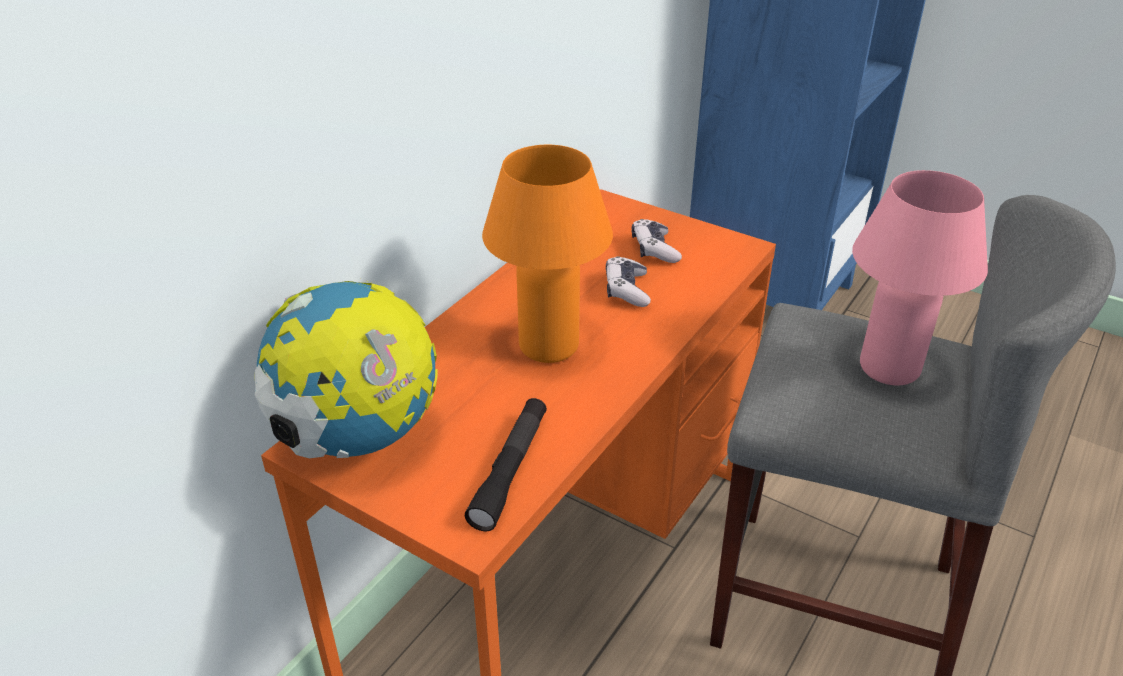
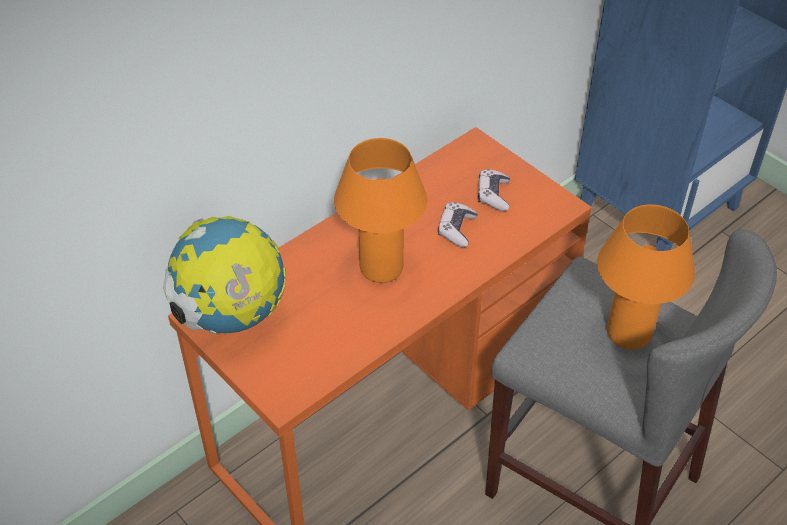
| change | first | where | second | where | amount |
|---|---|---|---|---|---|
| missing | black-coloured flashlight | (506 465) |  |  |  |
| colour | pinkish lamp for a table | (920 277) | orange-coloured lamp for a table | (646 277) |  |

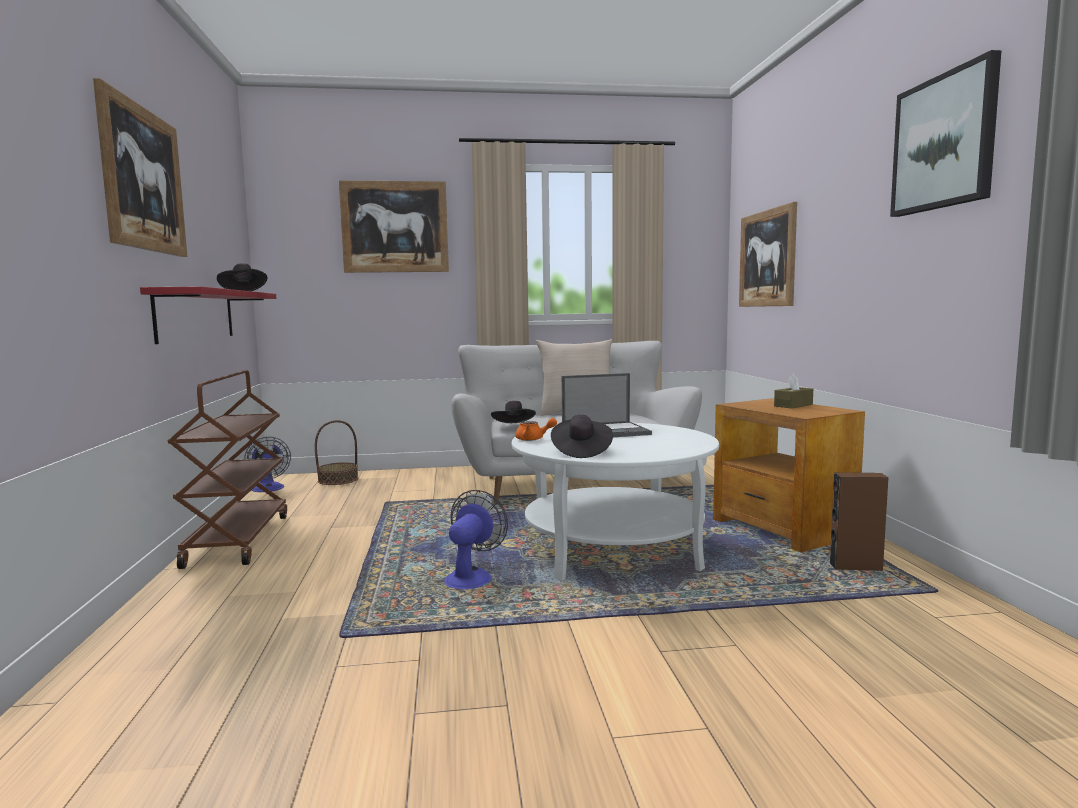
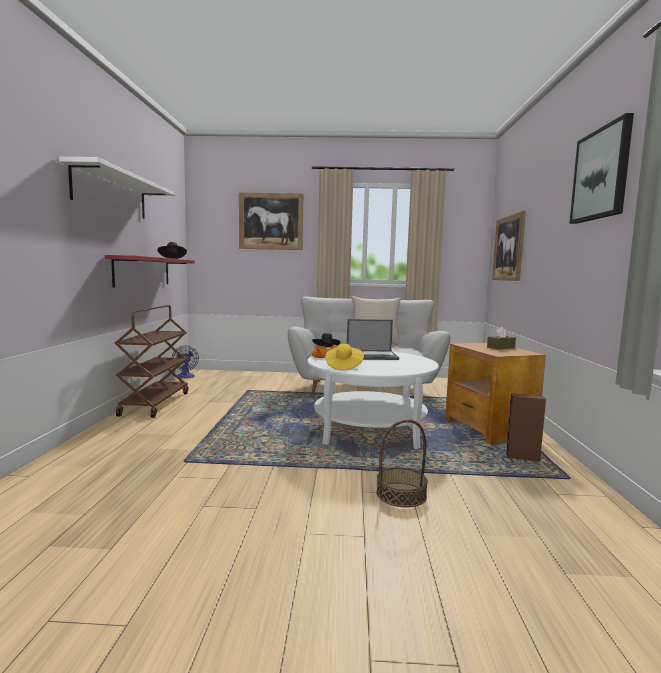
| change | first | where | second | where | amount |
|---|---|---|---|---|---|
| missing | cooling fan | (476 539) |  |  |  |
| relocated | household basket | (336 452) |  | (402 463) |  |
| exchanged | picture | (140 167) | white shelf | (117 188) |  |
| colour | black-coloured wearable hat | (582 436) | yellow wearable hat | (344 357) |  |

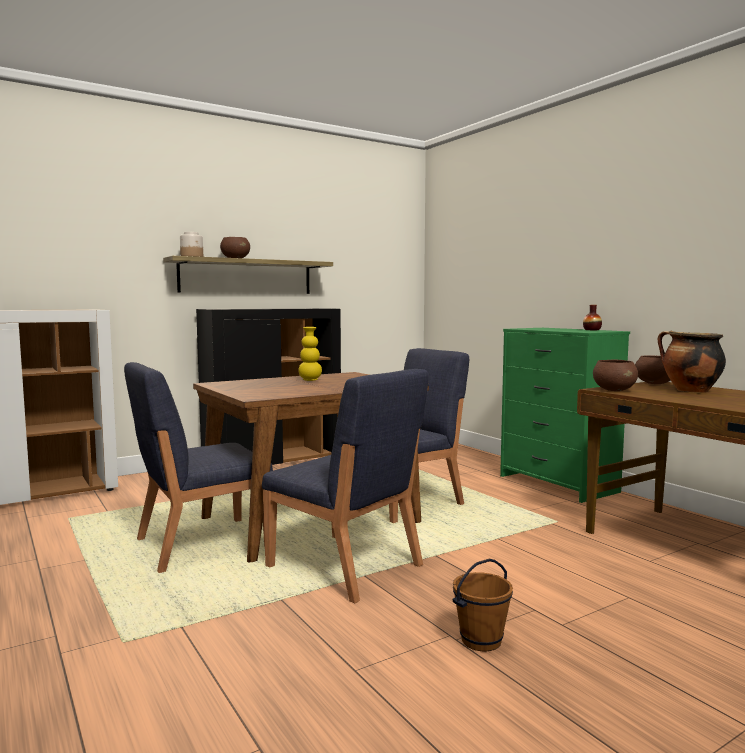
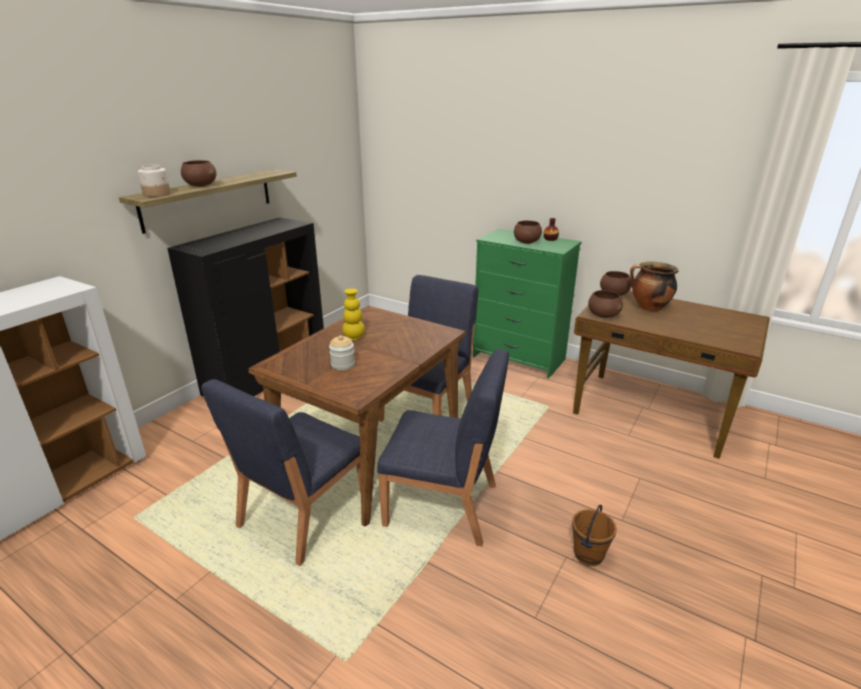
| change | first | where | second | where | amount |
|---|---|---|---|---|---|
| appeared |  |  | jar | (342 352) |  |
| appeared |  |  | brownish bowl | (528 232) |  |

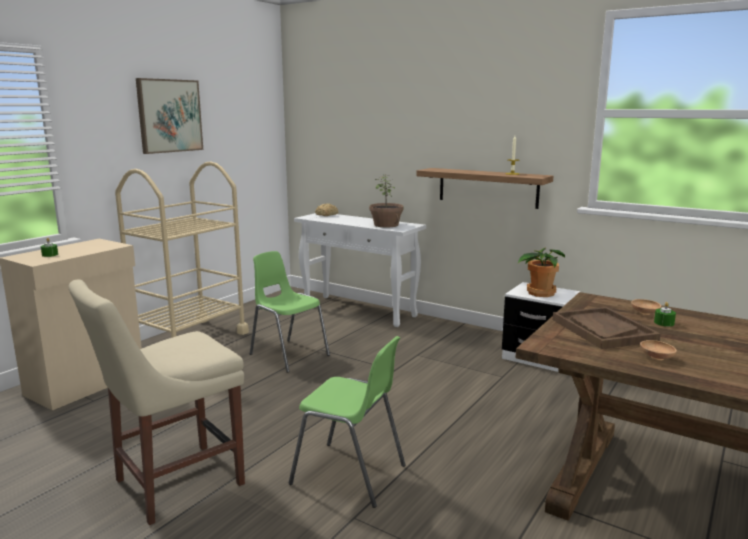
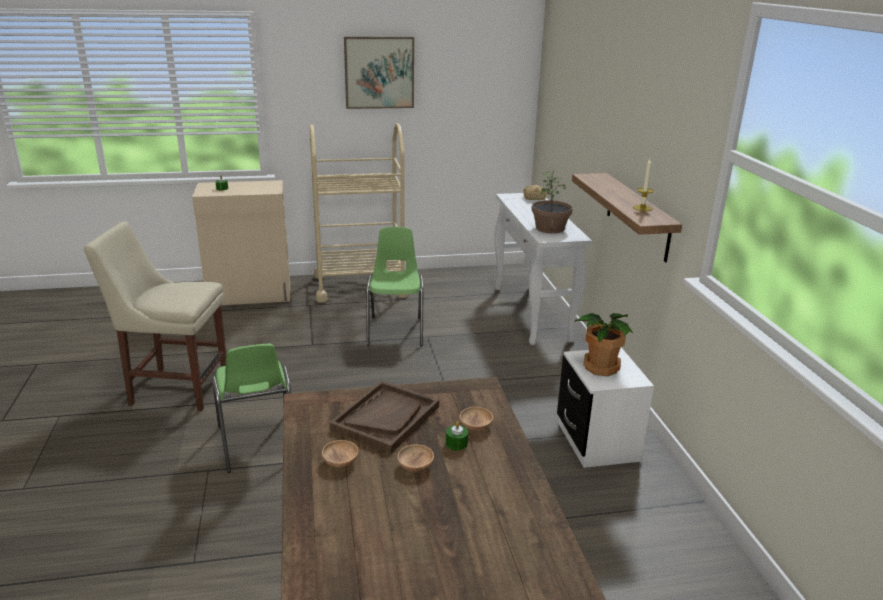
| change | first | where | second | where | amount |
|---|---|---|---|---|---|
| appeared |  |  | brownish bowl | (416 457) |  |

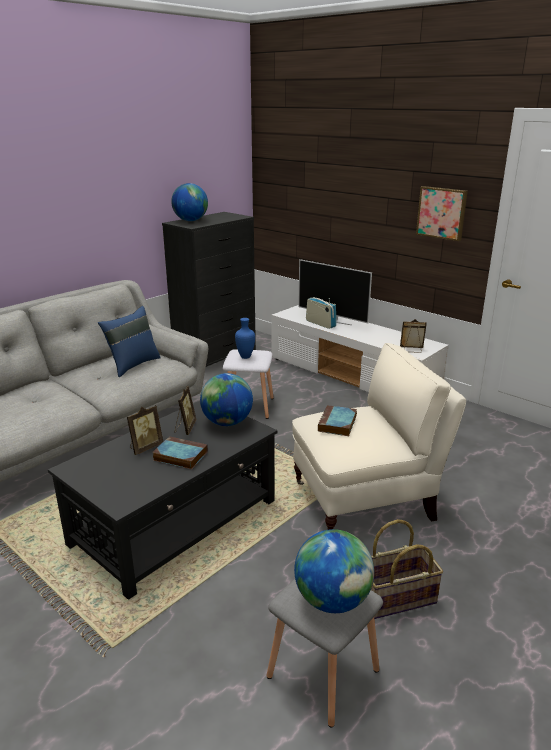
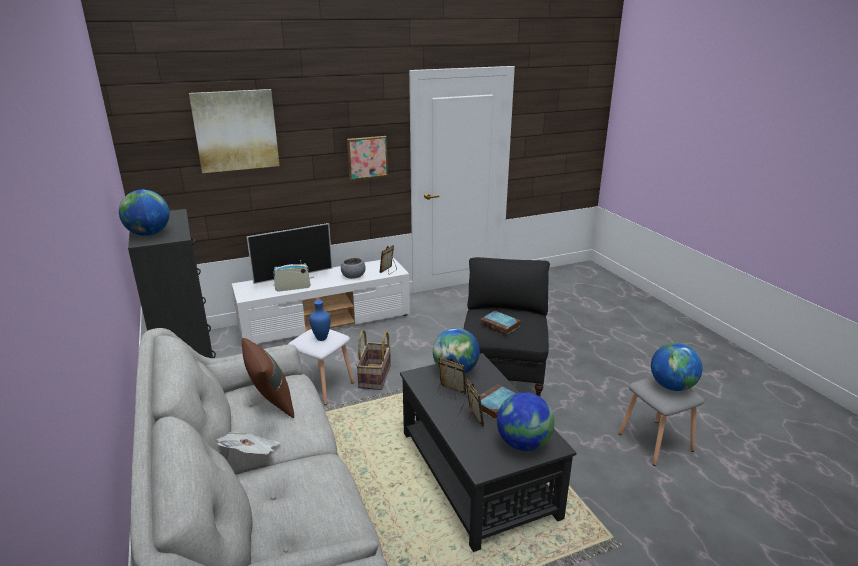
| change | first | where | second | where | amount |
|---|---|---|---|---|---|
| appeared |  |  | picture | (234 131) |  |
| appeared |  |  | newspaper | (248 443) |  |
| appeared |  |  | greyish bowl | (353 268) |  |
| appeared |  |  | world globe | (526 421) |  |
| relocated | household basket | (407 569) |  | (373 360) |  |
| colour | bluish cushion | (129 341) | brownish cushion | (268 378) |  |
| colour | sand-coloured easy chair | (379 436) | black-coloured easy chair | (507 327) |  |

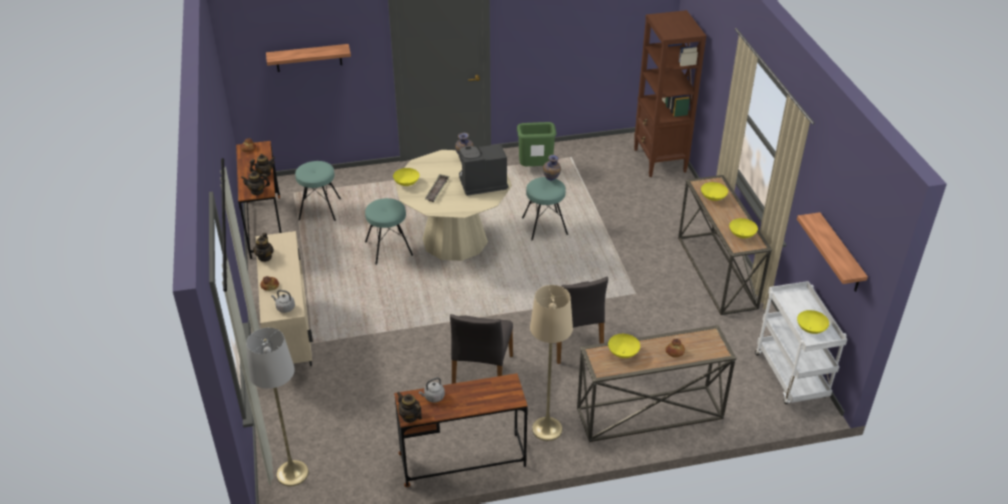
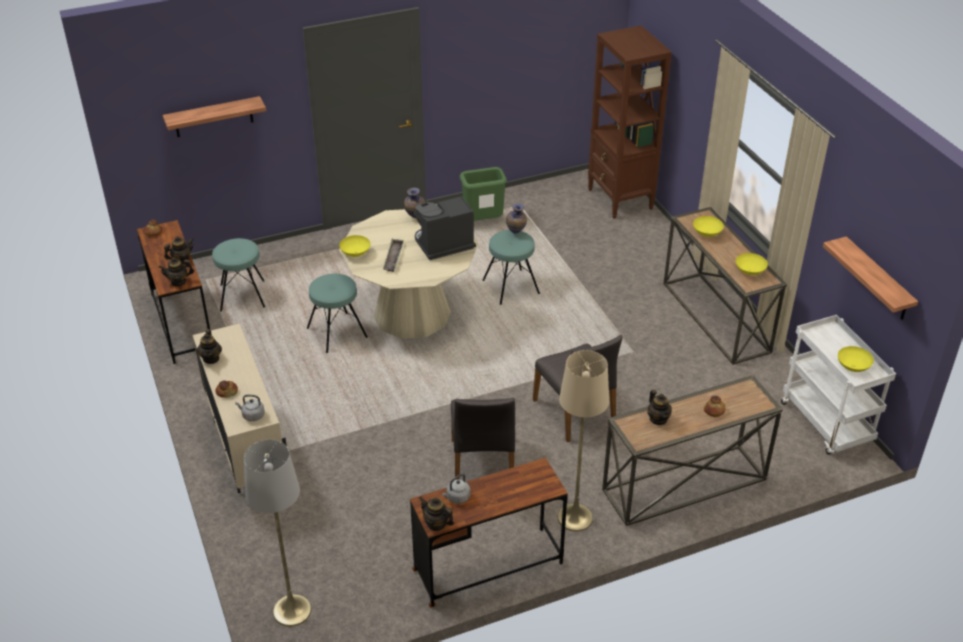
| change | first | where | second | where | amount |
|---|---|---|---|---|---|
| exchanged | yellow bowl | (624 346) | pot for tea | (659 407) |  |

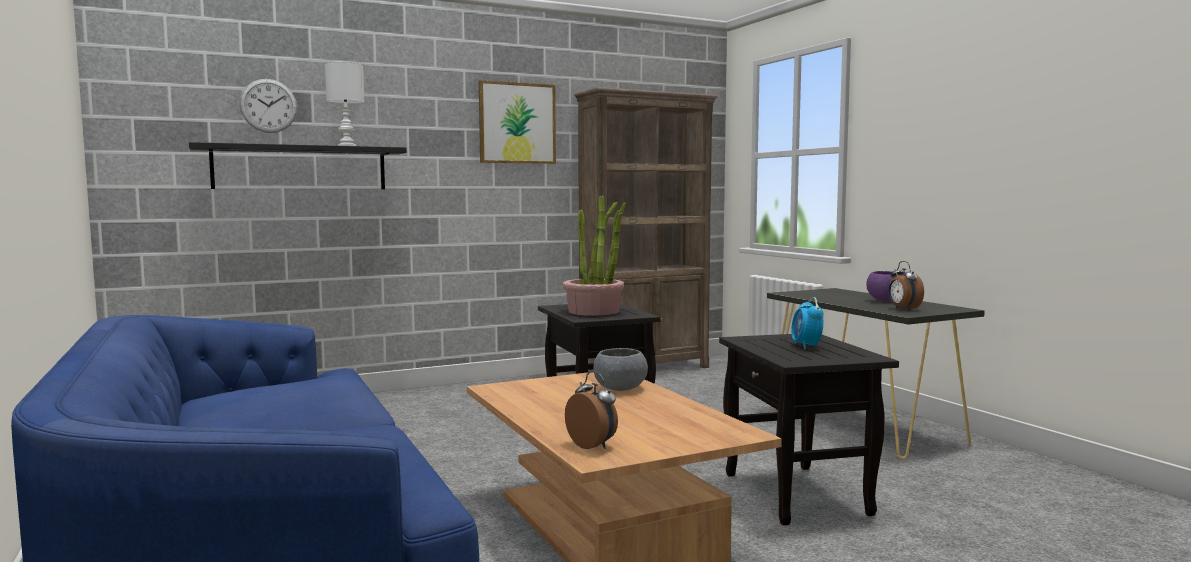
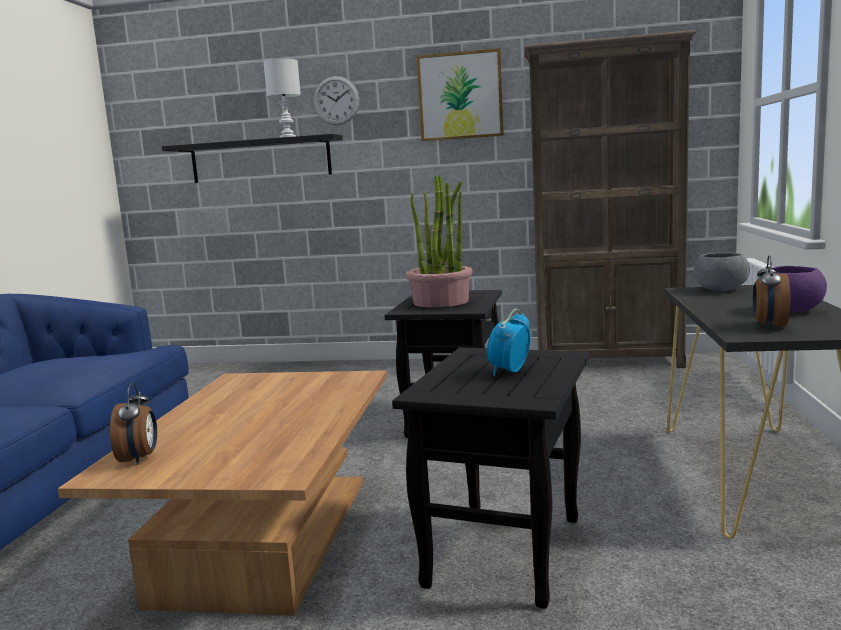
| change | first | where | second | where | amount |
|---|---|---|---|---|---|
| relocated | hanging clock | (268 106) |  | (336 100) |  |
| relocated | greyish bowl | (620 369) |  | (722 271) |  |

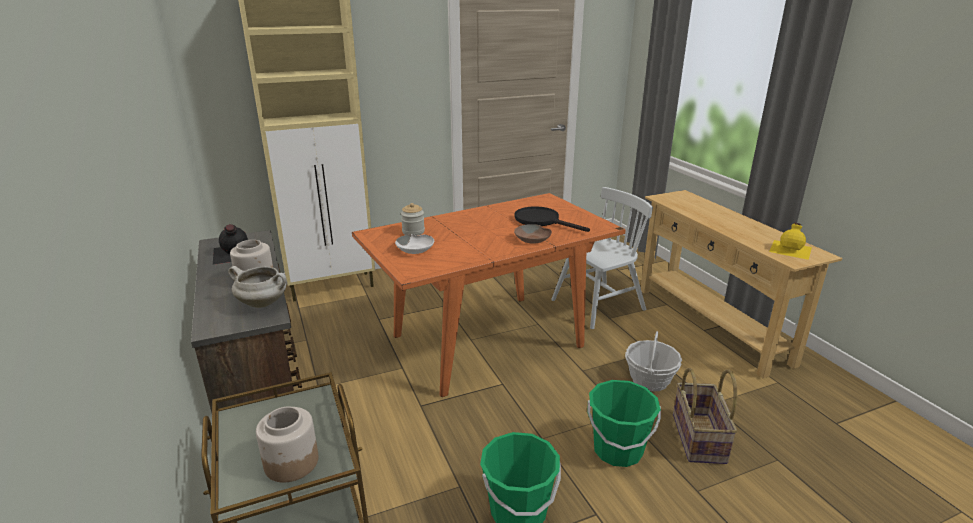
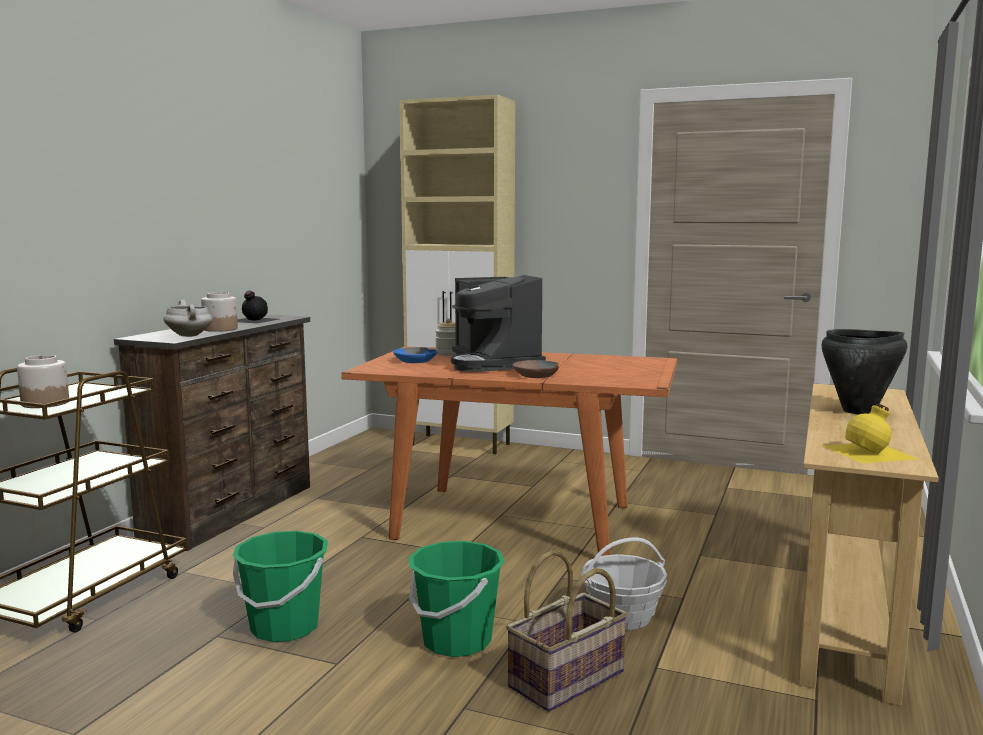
| change | first | where | second | where | amount |
|---|---|---|---|---|---|
| missing | black-coloured skillet | (552 219) |  |  |  |
| missing | white chair | (602 258) |  |  |  |
| appeared |  |  | coffee brewer | (498 323) |  |
| appeared |  |  | black-coloured cooking pot | (864 371) |  |
| colour | white bowl | (414 244) | bluish bowl | (415 355) |  |

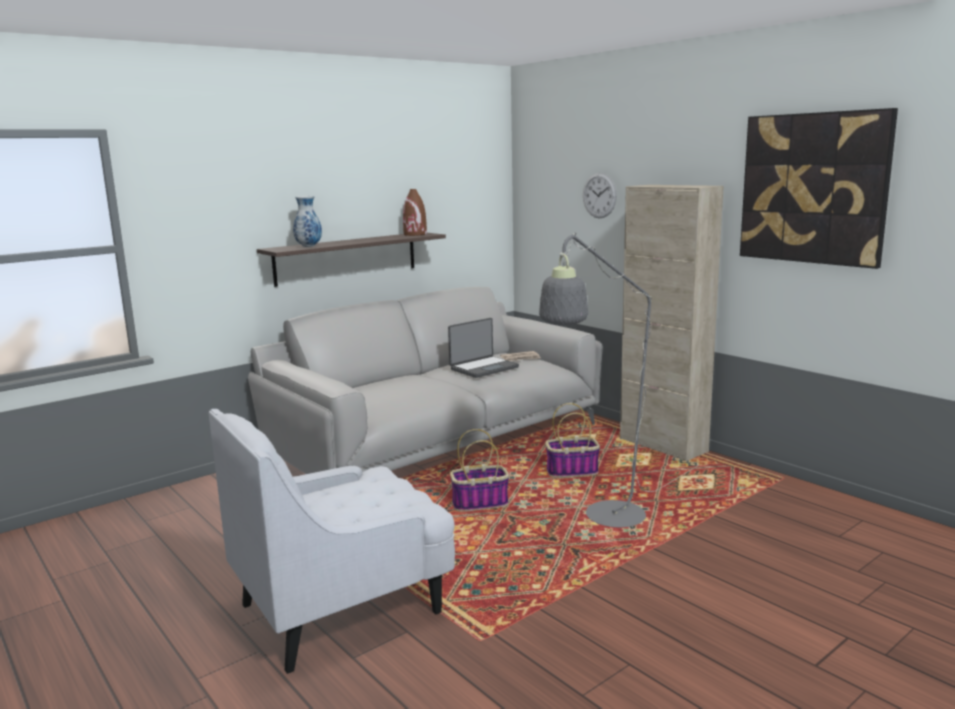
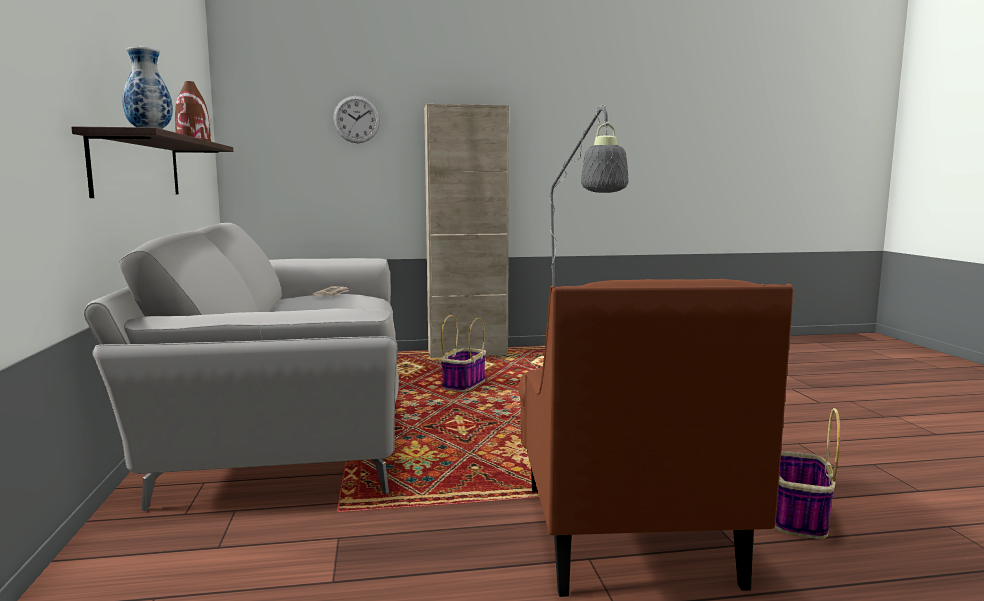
| change | first | where | second | where | amount |
|---|---|---|---|---|---|
| missing | notebook computer | (483 348) |  |  |  |
| missing | picture | (819 188) |  |  |  |
| relocated | household basket | (479 470) |  | (807 473) |  |
| colour | white easy chair | (332 541) | brownish easy chair | (656 438) |  |

